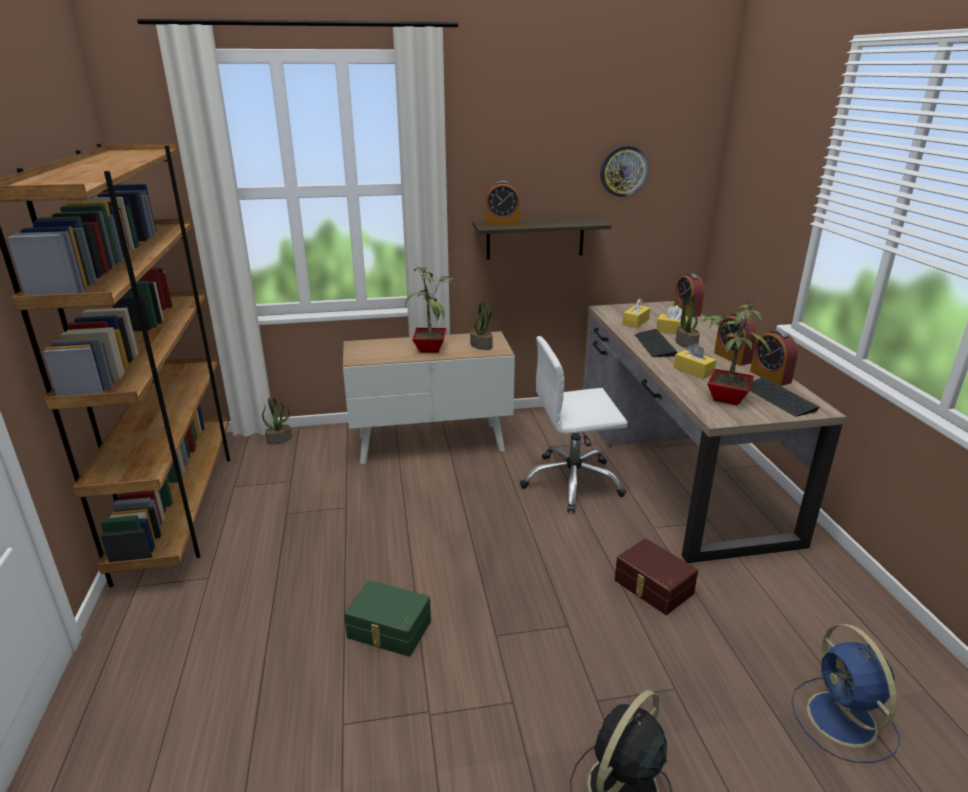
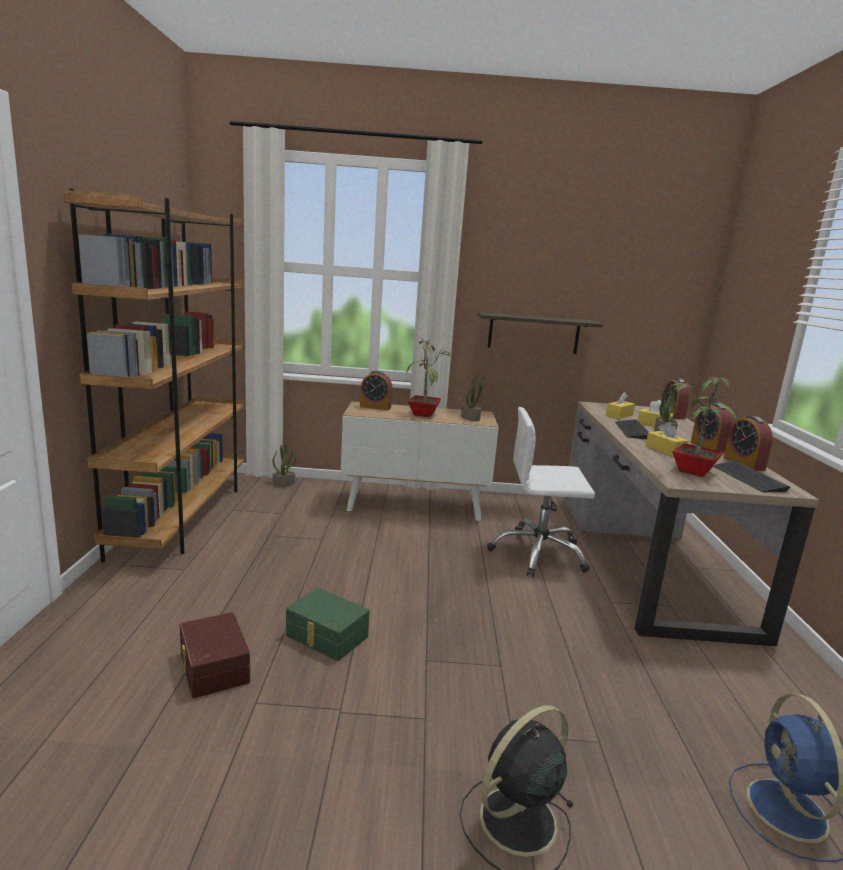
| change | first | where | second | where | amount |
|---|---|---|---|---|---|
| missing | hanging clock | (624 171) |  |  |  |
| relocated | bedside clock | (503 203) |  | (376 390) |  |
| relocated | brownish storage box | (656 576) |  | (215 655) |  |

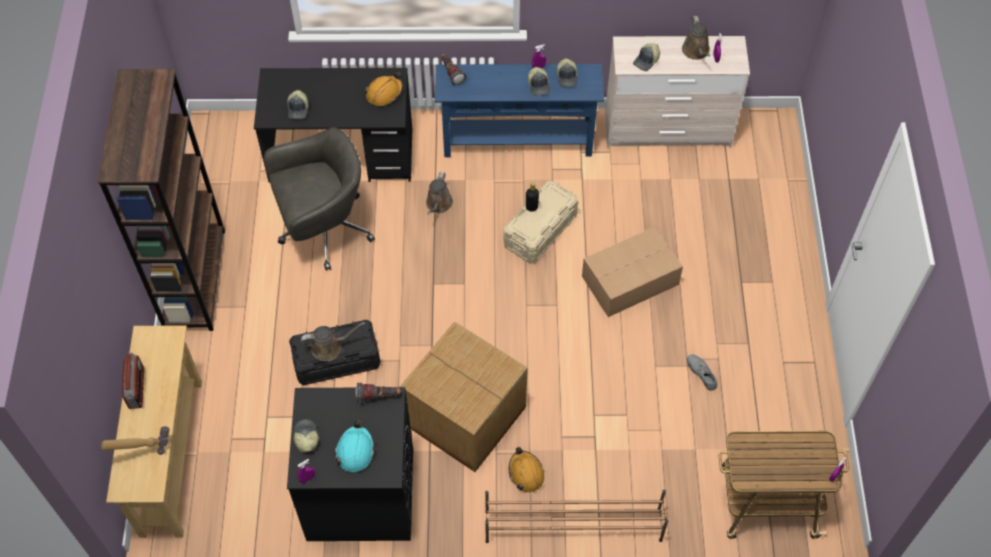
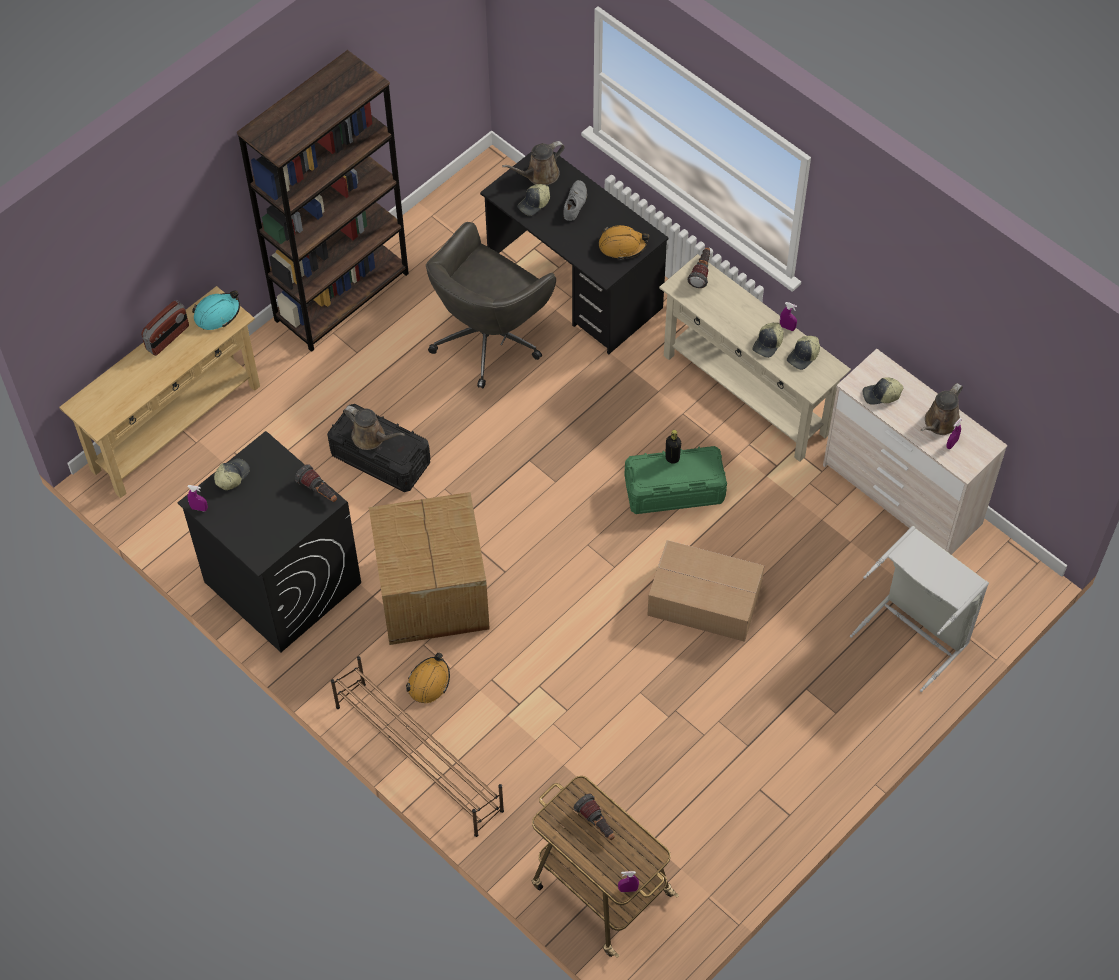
| change | first | where | second | where | amount |
|---|---|---|---|---|---|
| missing | hand hammer | (135 440) |  |  |  |
| appeared |  |  | flashlight | (594 816) |  |
| appeared |  |  | greyish washing basket | (919 609) |  |
| relocated | turquoise hard hat | (355 446) |  | (216 310) |  |
| relocated | brownish sprinkling can | (439 193) |  | (533 163) |  |
| relocated | greyish item of footwear | (702 372) |  | (575 200) |  |
| colour | bluish narrow table | (519 110) | sand-coloured narrow table | (755 358) |  |
| colour | sand-coloured storage box | (540 222) | green storage box | (676 480) |  |
| spun | greyish desk chair | (319 199) |  | (491 305) | 105 degrees clockwise |

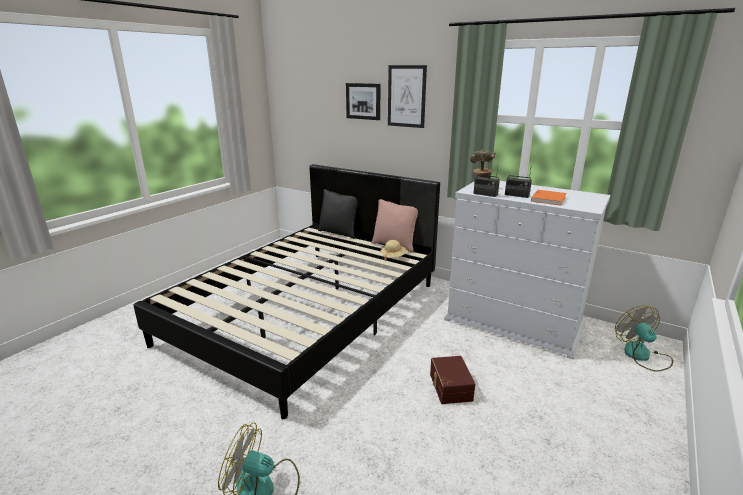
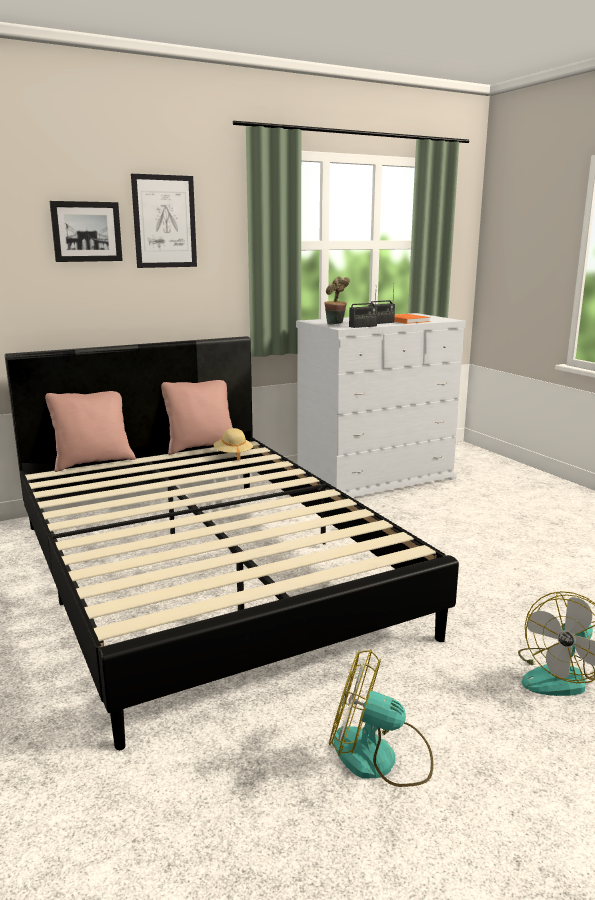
| change | first | where | second | where | amount |
|---|---|---|---|---|---|
| missing | brownish storage box | (452 380) |  |  |  |
| relocated | cooling fan | (644 338) |  | (381 718) |  |
| colour | black-coloured cushion | (338 214) | pinkish cushion | (90 431) |  |

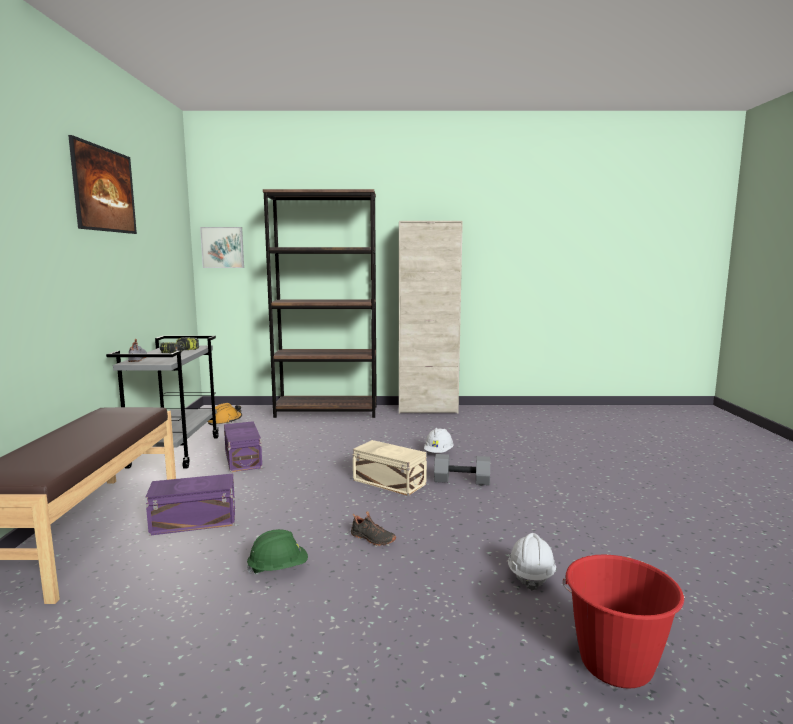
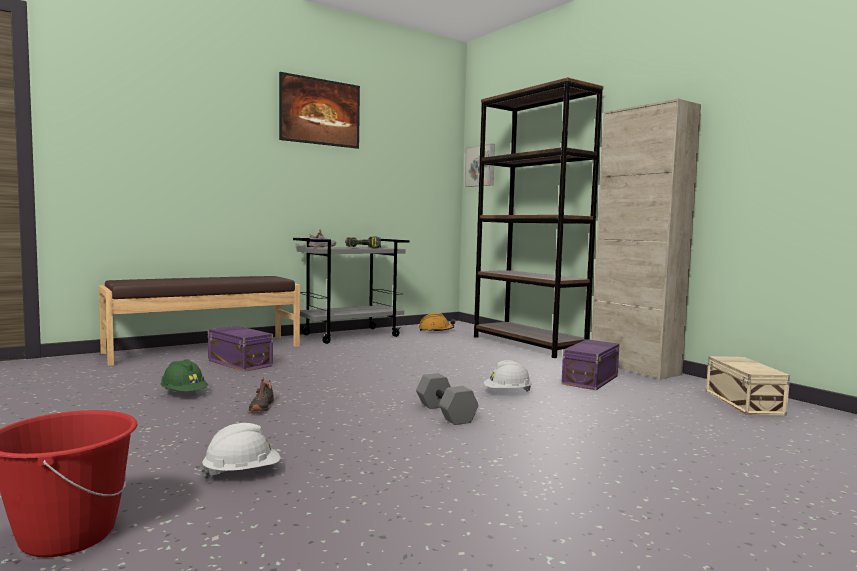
| change | first | where | second | where | amount |
|---|---|---|---|---|---|
| relocated | purple storage box | (243 446) |  | (590 364) |  |
| relocated | sand-coloured storage box | (390 468) |  | (748 385) |  |

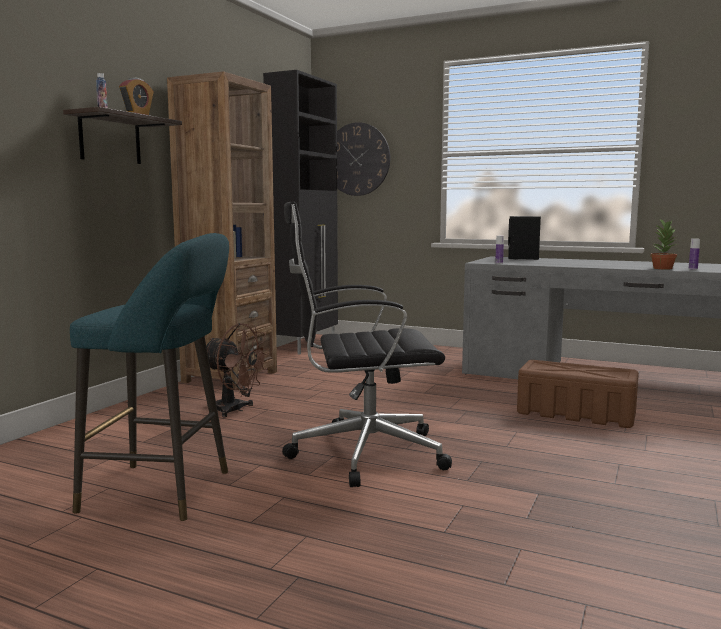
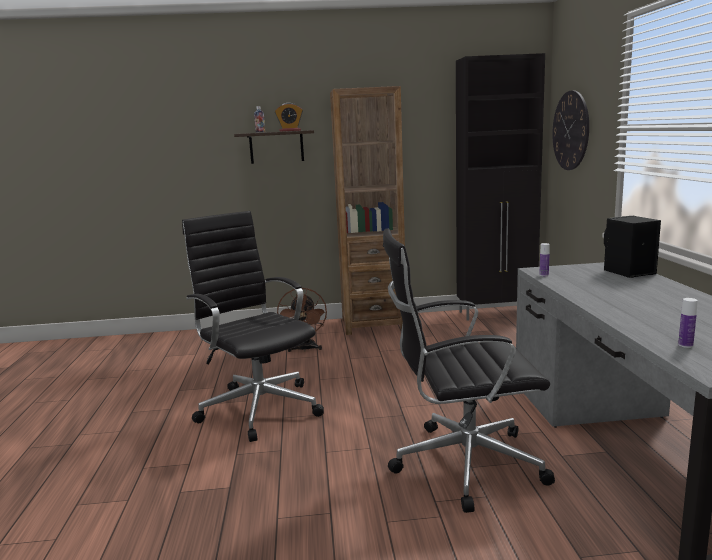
| change | first | where | second | where | amount |
|---|---|---|---|---|---|
| missing | turquoise stool seat | (149 377) |  |  |  |
| missing | plant in a pot | (664 244) |  |  |  |
| exchanged | brownish storage box | (578 394) | black-coloured desk chair | (469 370) |  |

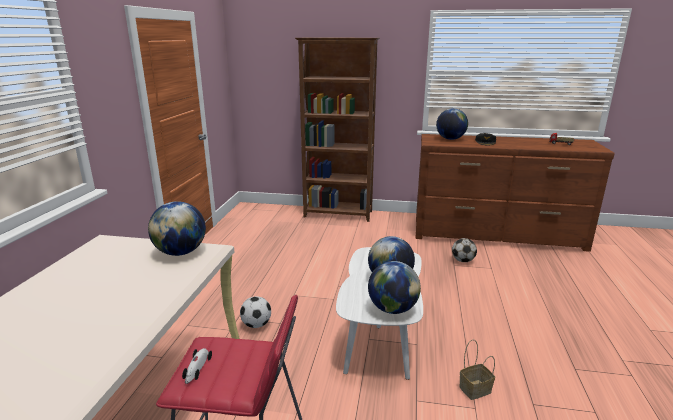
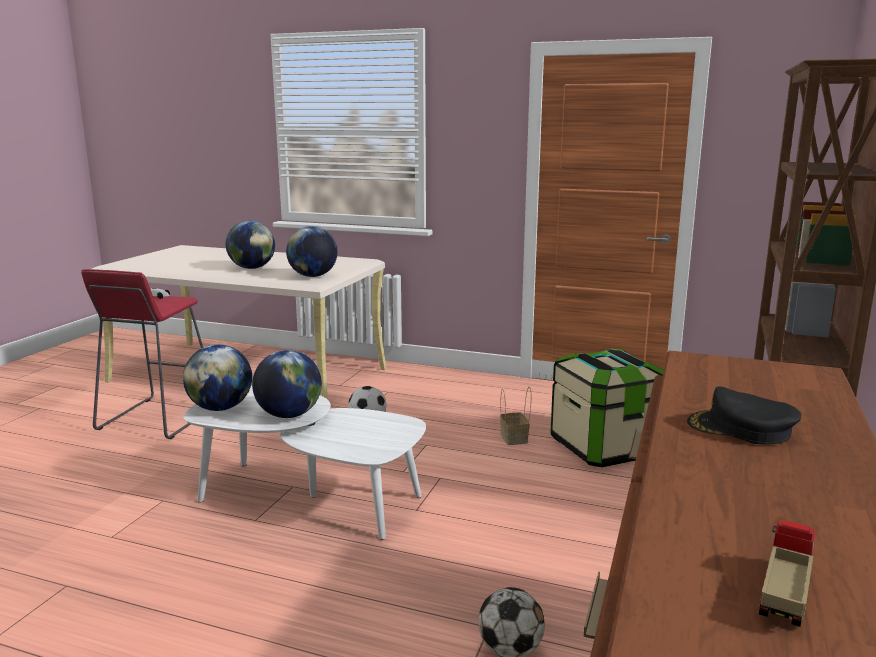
| change | first | where | second | where | amount |
|---|---|---|---|---|---|
| appeared |  |  | storage box | (607 408) |  |
| relocated | world globe | (452 124) |  | (250 244) |  |
| relocated | household basket | (477 369) |  | (515 416) |  |

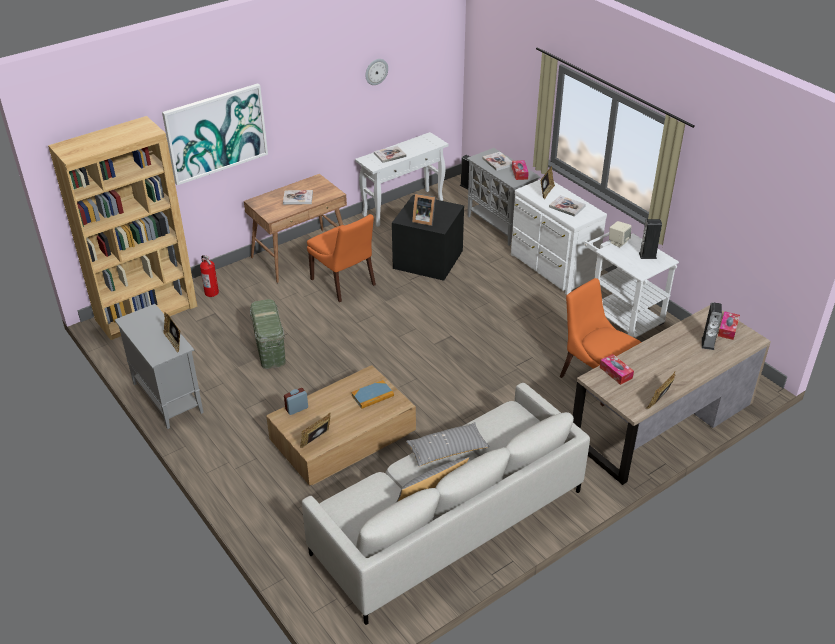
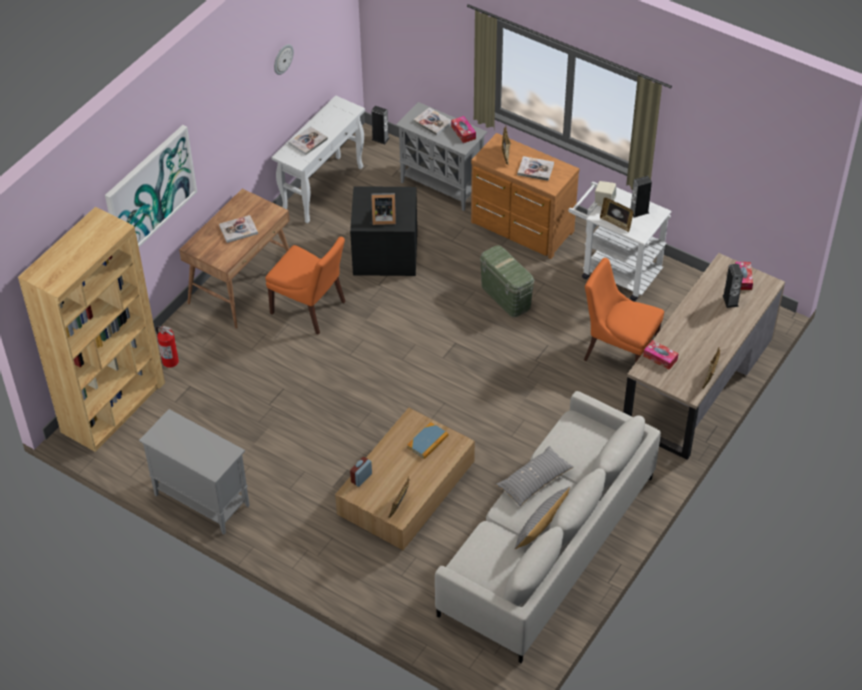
| change | first | where | second | where | amount |
|---|---|---|---|---|---|
| relocated | photo frame | (171 332) |  | (616 214) |  |
| relocated | green storage box | (268 334) |  | (507 281) |  |
| colour | white dresser | (559 237) | brownish dresser | (525 196) |  |

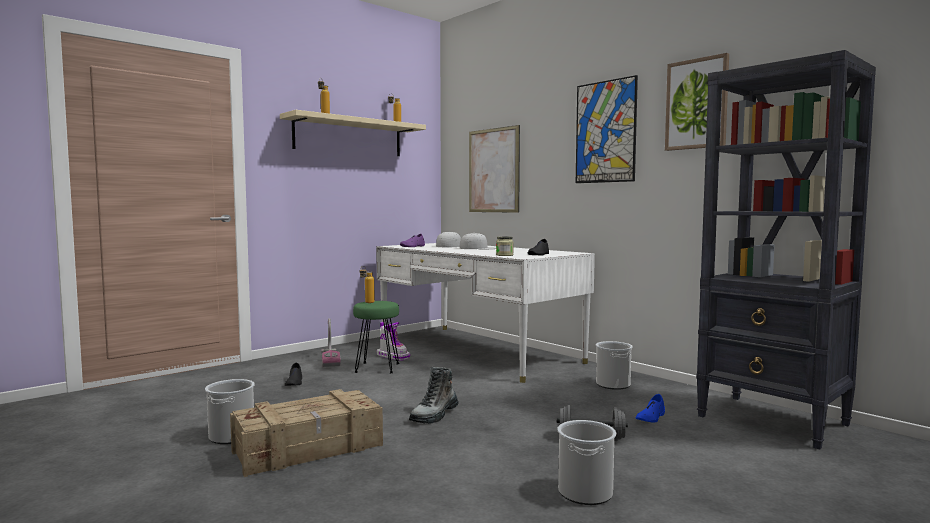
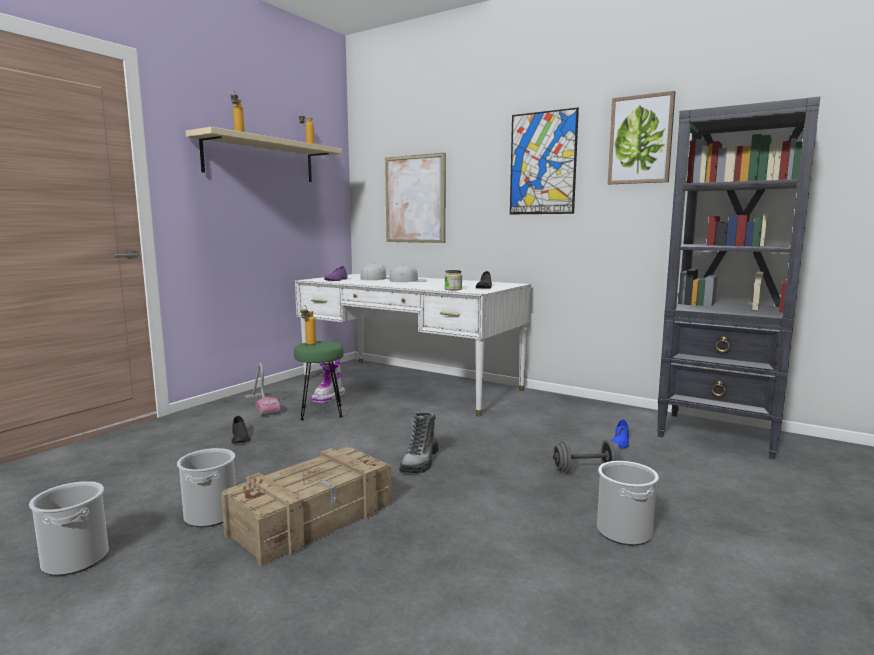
| change | first | where | second | where | amount |
|---|---|---|---|---|---|
| relocated | water bucket | (614 365) |  | (69 528) |  |
| spun | boot | (393 341) |  | (328 381) | 90 degrees clockwise |

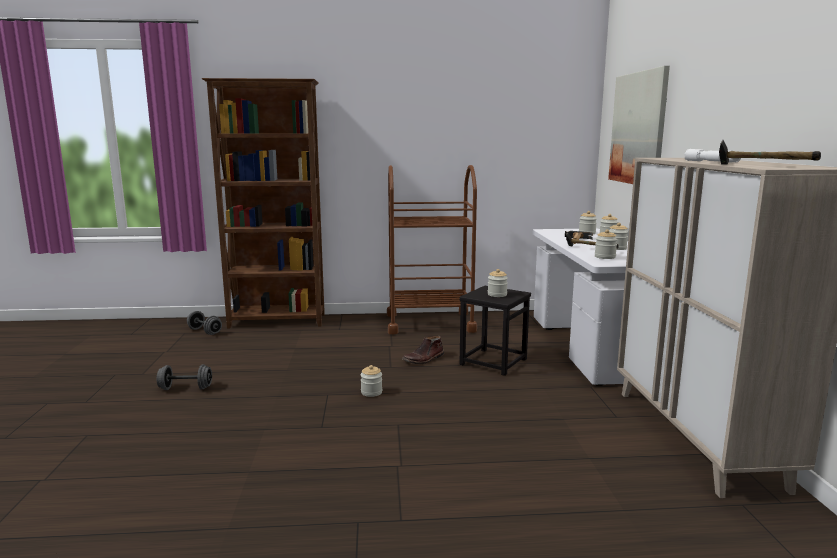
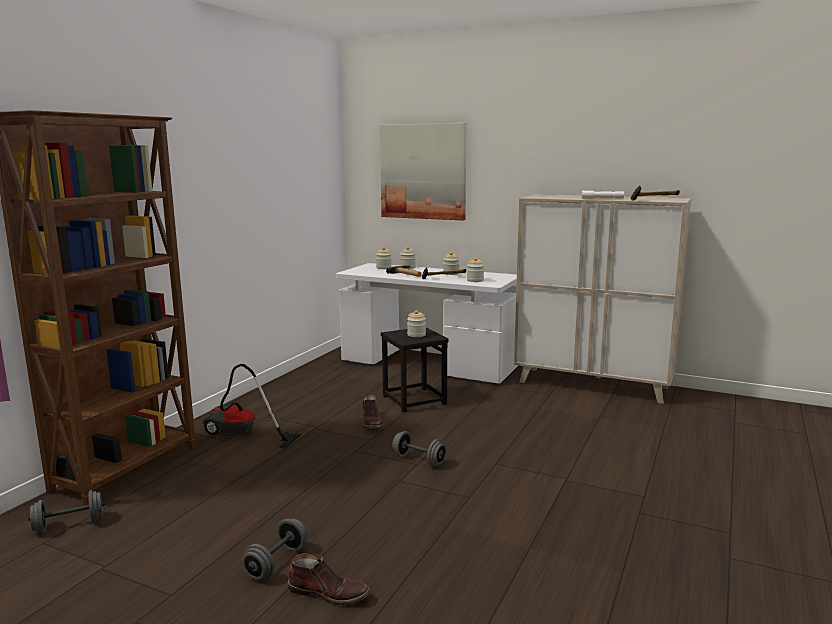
| change | first | where | second | where | amount |
|---|---|---|---|---|---|
| missing | brownish cart | (432 249) |  |  |  |
| appeared |  |  | vacuum cleaner | (252 406) |  |
| appeared |  |  | brownish boot | (328 579) |  |
| exchanged | jar | (371 381) | greyish dumbbell | (419 448) |  |

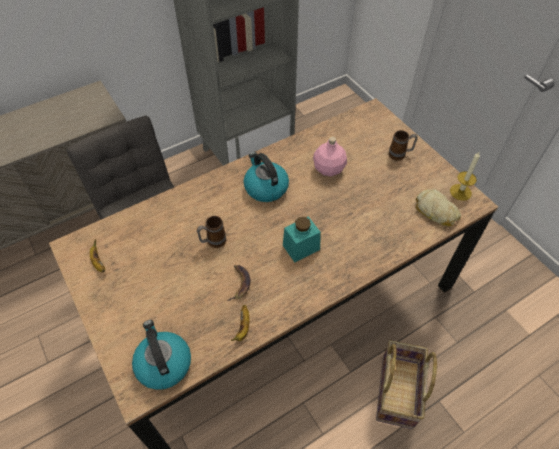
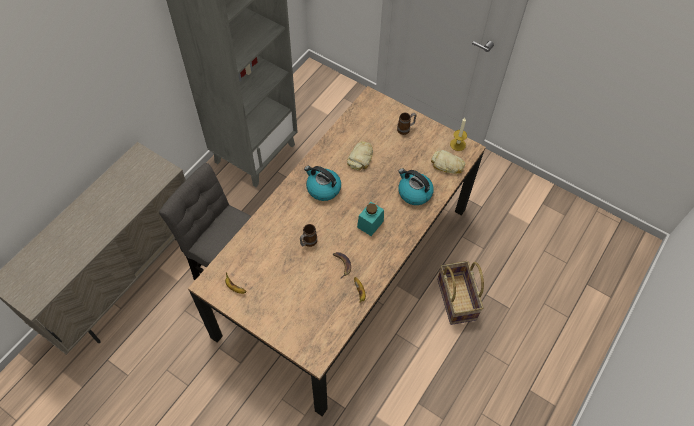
| change | first | where | second | where | amount |
|---|---|---|---|---|---|
| relocated | kettle | (161 355) |  | (416 186) |  |
| exchanged | pinkish bottle | (330 157) | bakery bread | (360 156) |  |

